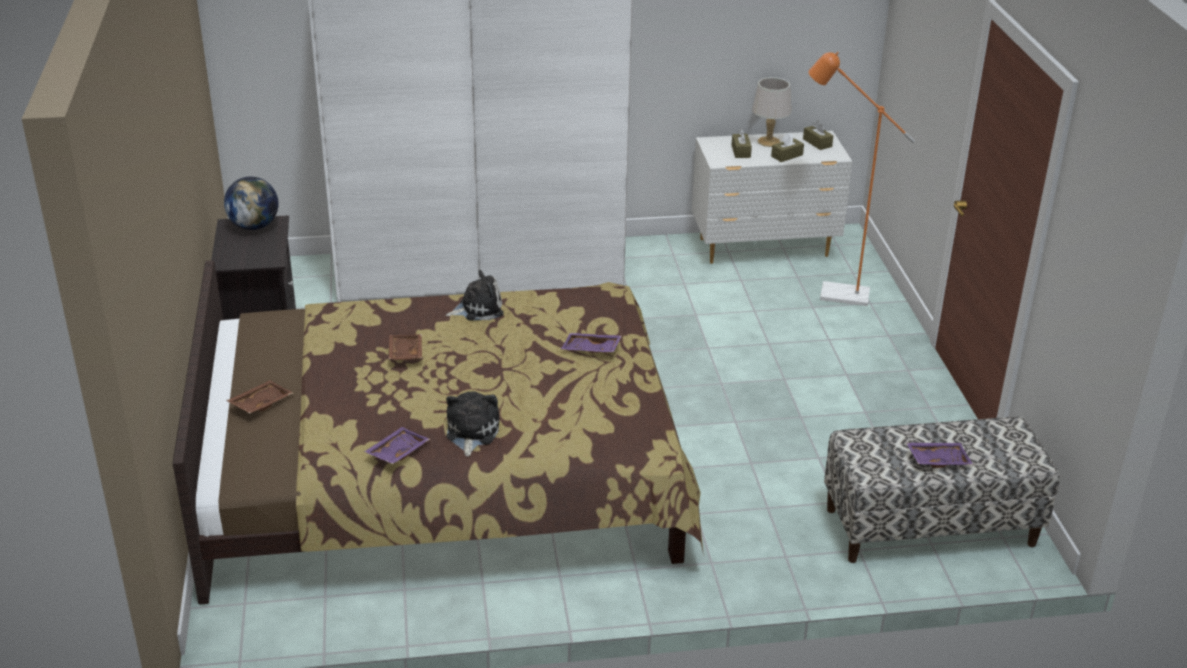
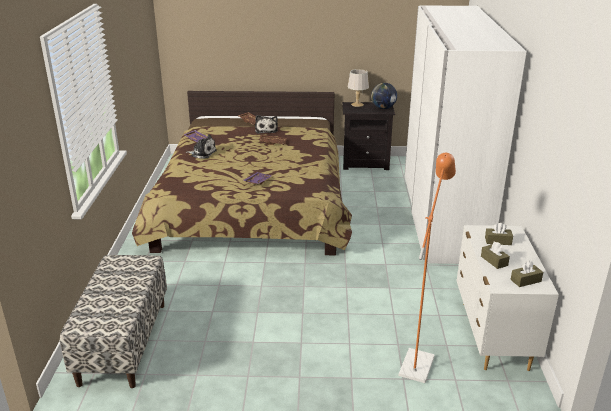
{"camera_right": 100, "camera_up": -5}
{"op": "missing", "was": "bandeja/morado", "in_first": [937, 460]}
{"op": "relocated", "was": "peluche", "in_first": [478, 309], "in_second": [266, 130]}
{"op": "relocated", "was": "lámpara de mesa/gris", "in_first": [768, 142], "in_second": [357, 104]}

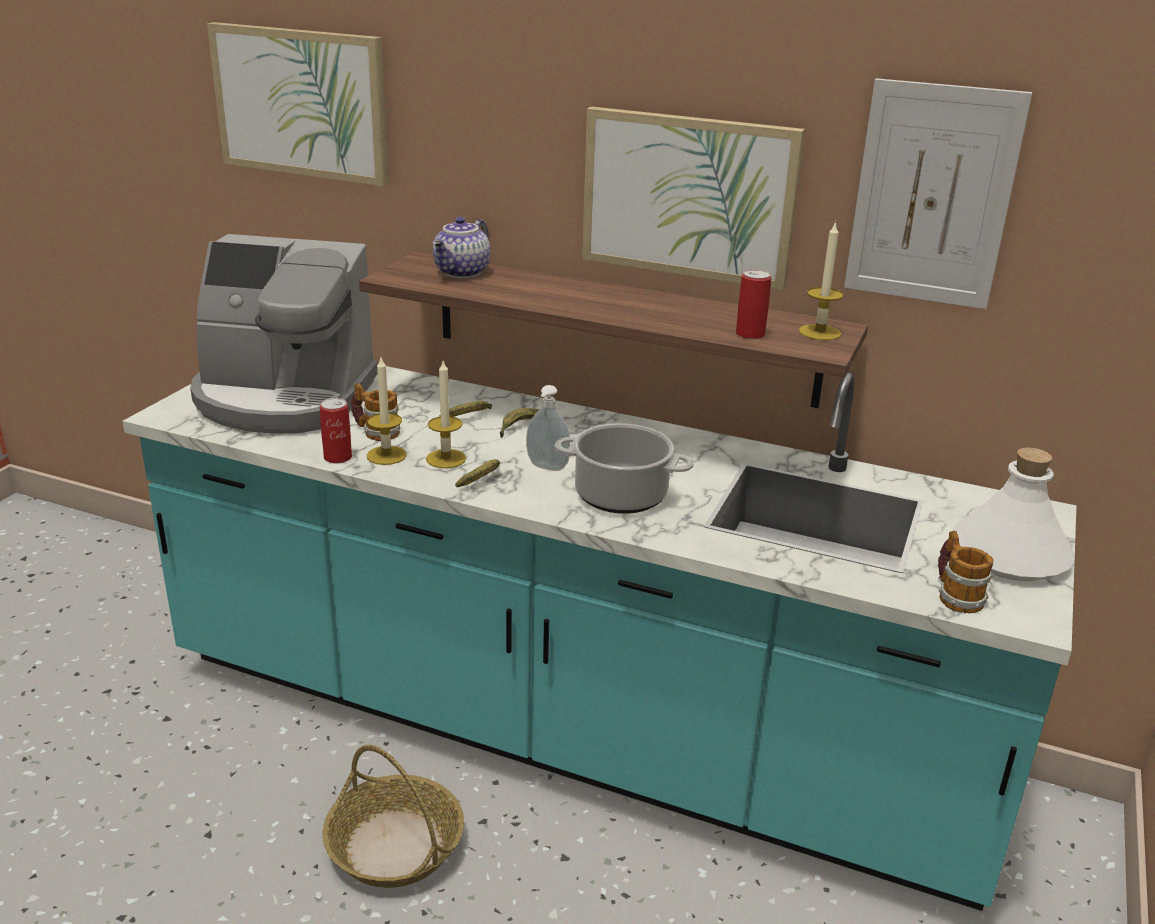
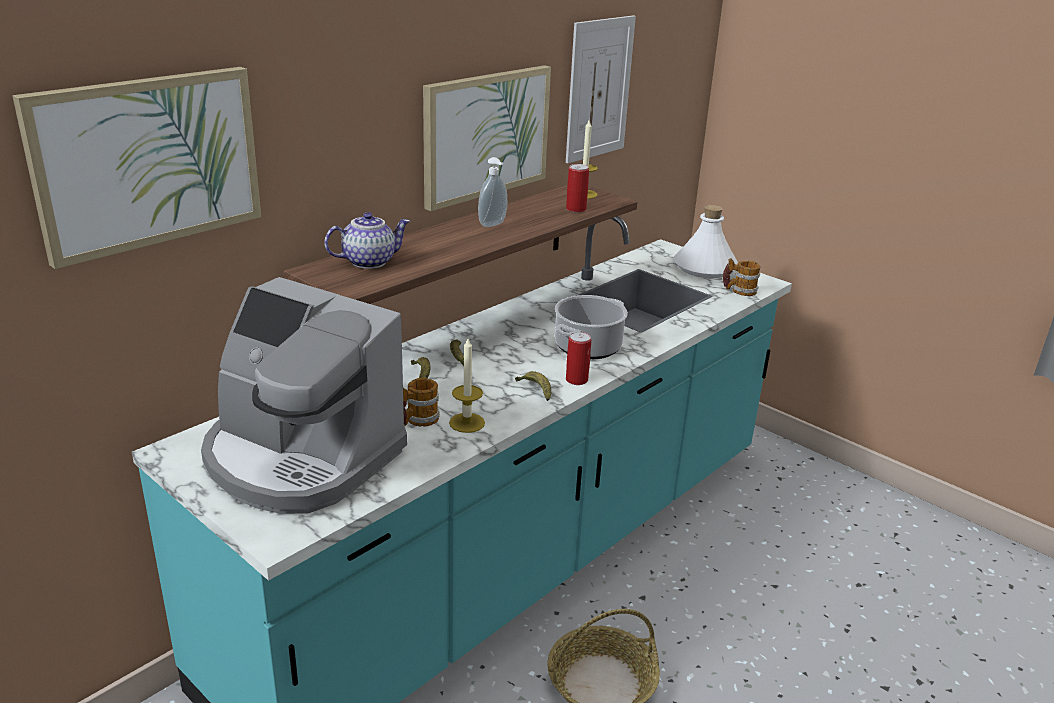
{"camera_right": -70, "camera_up": 0}
{"op": "missing", "was": "vela", "in_first": [446, 459]}
{"op": "relocated", "was": "lata", "in_first": [338, 457], "in_second": [576, 380]}
{"op": "relocated", "was": "dispensador de jabón", "in_first": [546, 468], "in_second": [493, 225]}
{"op": "spun", "was": "cafetera", "in_first": [284, 398], "in_second": [300, 458], "clockwise": 90}
{"op": "spun", "was": "tetera", "in_first": [463, 273], "in_second": [369, 261], "clockwise": -75}

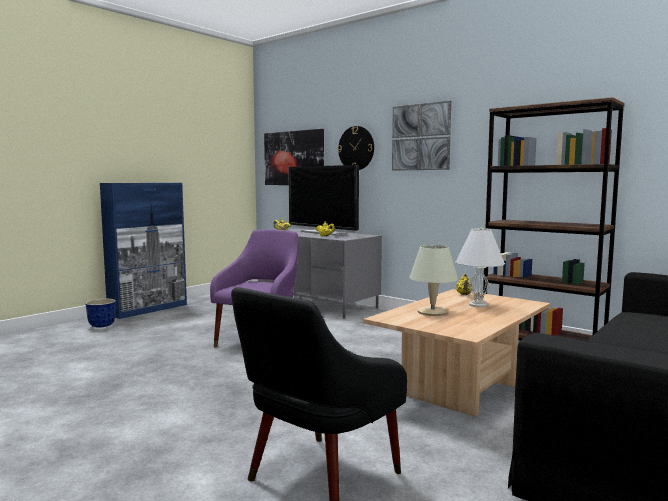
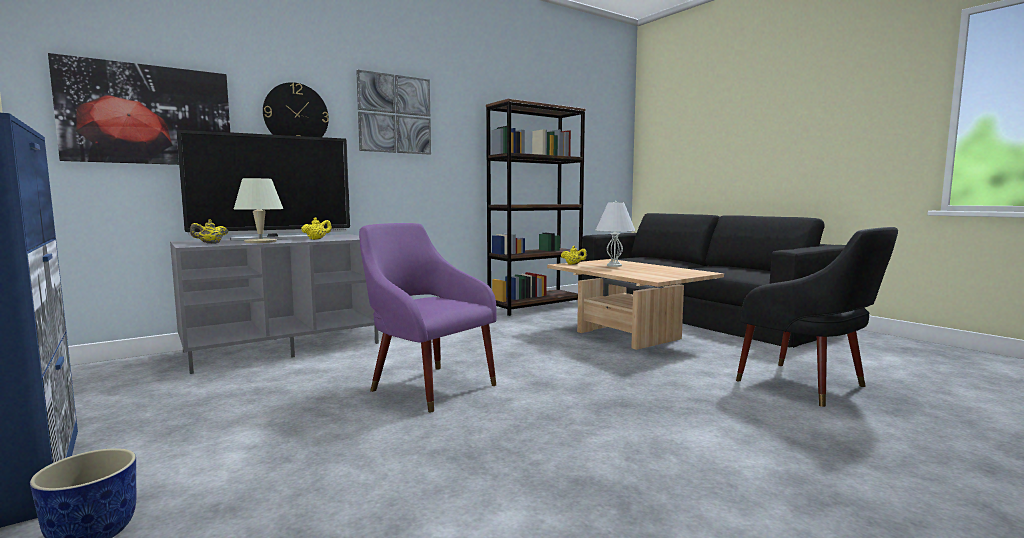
{"camera_right": -75, "camera_up": 0}
{"op": "relocated", "was": "lámpara de mesa/beis", "in_first": [432, 312], "in_second": [260, 242]}

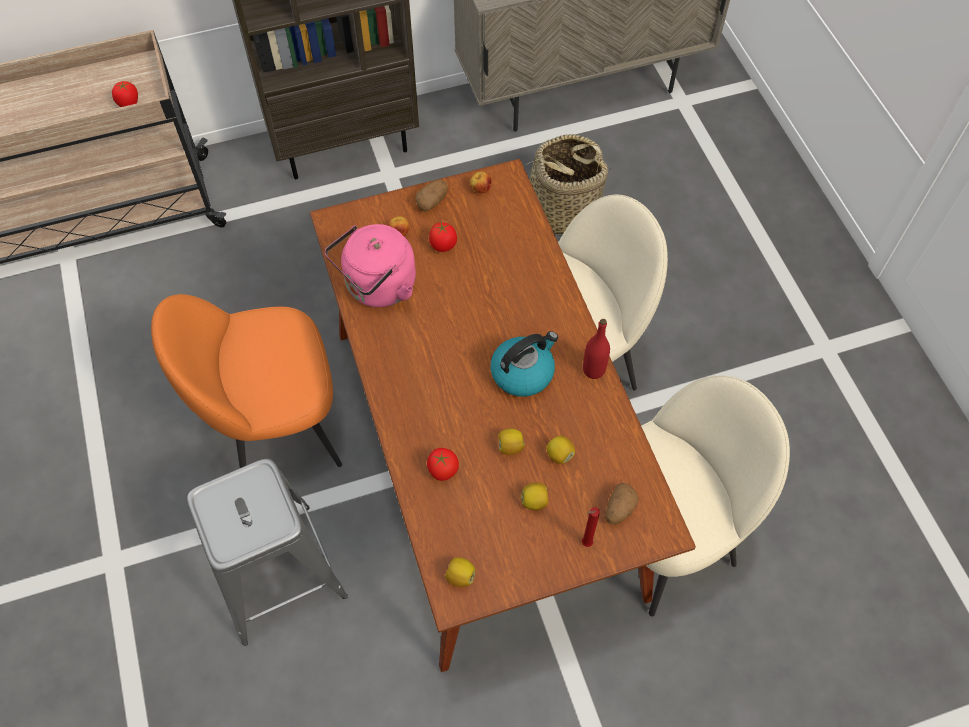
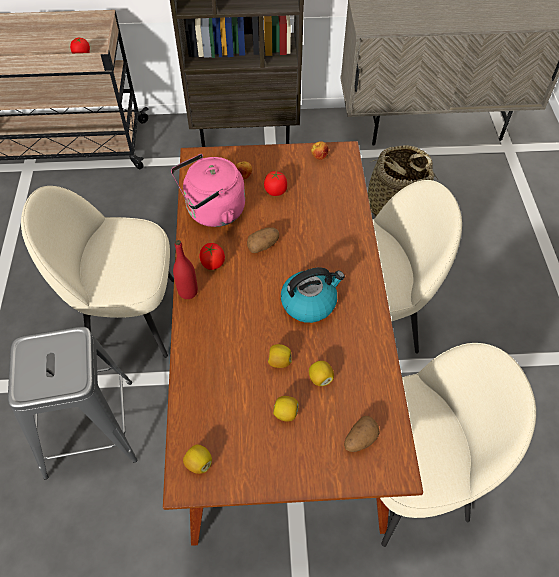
{"camera_right": 15, "camera_up": -5}
{"op": "missing", "was": "vela/rojo", "in_first": [585, 544]}
{"op": "relocated", "was": "patata", "in_first": [432, 202], "in_second": [263, 246]}
{"op": "relocated", "was": "tomate", "in_first": [442, 470], "in_second": [212, 263]}
{"op": "relocated", "was": "botella/rojo", "in_first": [594, 370], "in_second": [188, 292]}
{"op": "colour", "was": "silla/naranja", "now": "silla/beis", "in_first": [277, 427], "in_second": [129, 317]}

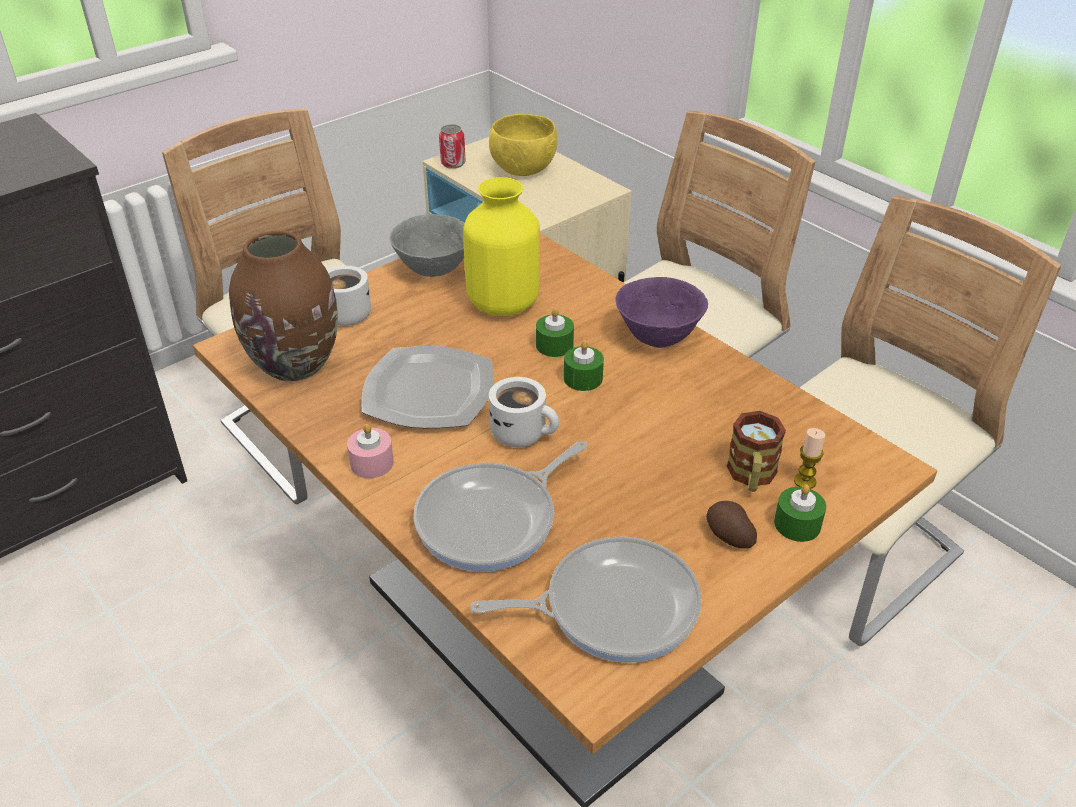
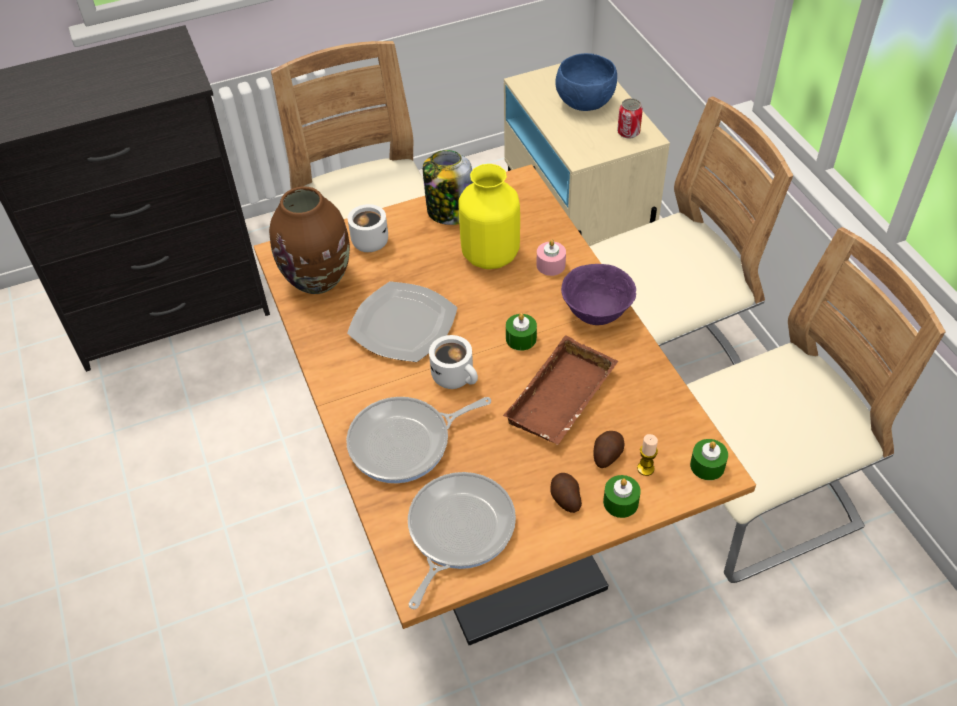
{"camera_right": 20, "camera_up": 10}
{"op": "appeared", "now": "bandeja/marrón", "in_second": [563, 400]}
{"op": "relocated", "was": "vela/rosa", "in_first": [372, 463], "in_second": [550, 265]}
{"op": "relocated", "was": "lata", "in_first": [453, 163], "in_second": [628, 132]}
{"op": "relocated", "was": "vela/verde", "in_first": [554, 345], "in_second": [707, 466]}
{"op": "exchanged", "was": "cuenco/gris", "now": "tarro", "in_first": [434, 270], "in_second": [450, 212]}
{"op": "exchanged", "was": "taza grande", "now": "patata", "in_first": [751, 477], "in_second": [607, 455]}
{"op": "colour", "was": "cuenco/amarillo", "now": "cuenco/azul", "in_first": [522, 170], "in_second": [584, 103]}
{"op": "spun", "was": "sartén", "in_first": [612, 606], "in_second": [457, 531], "clockwise": -75}

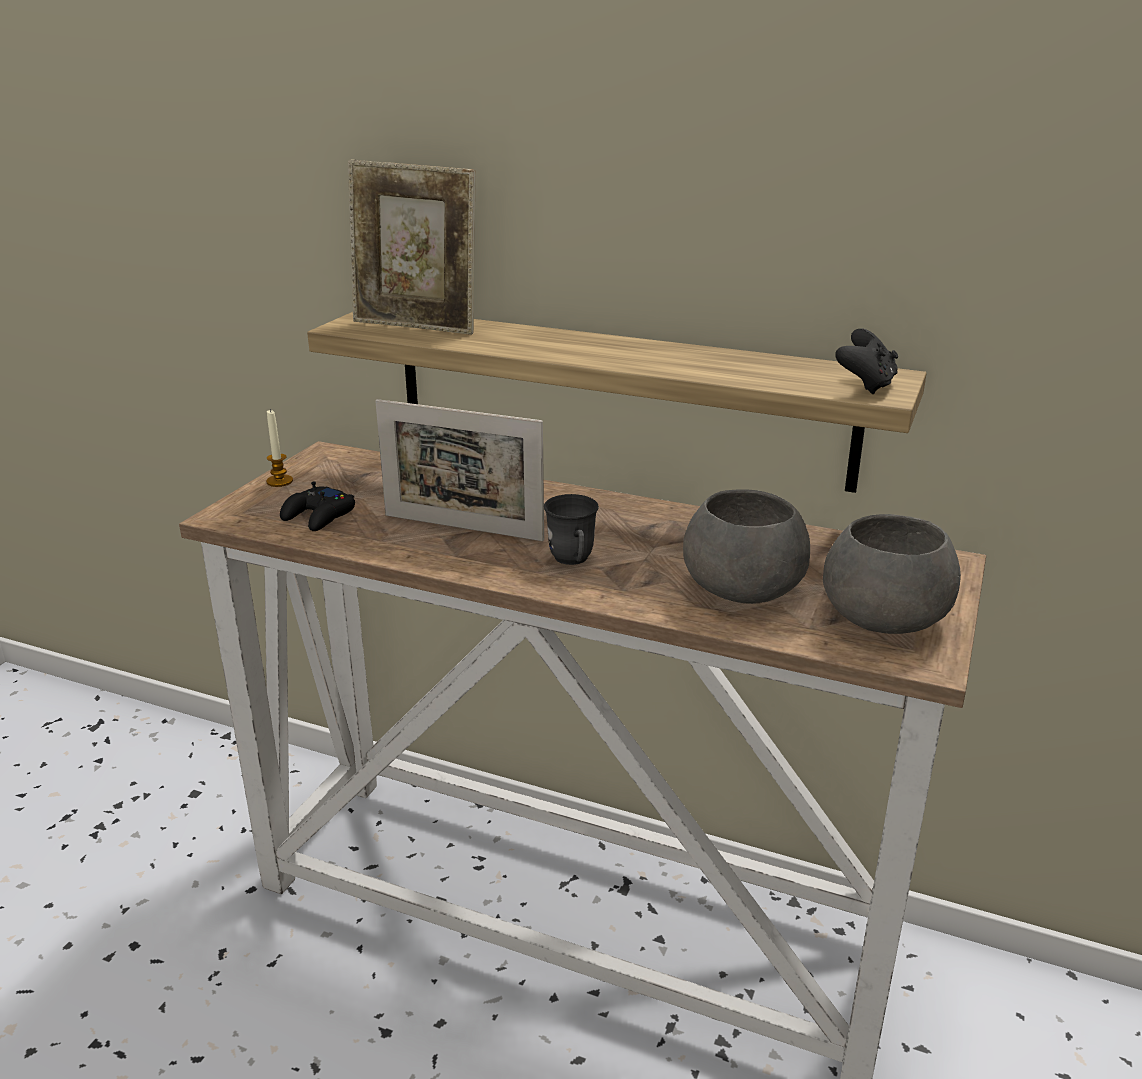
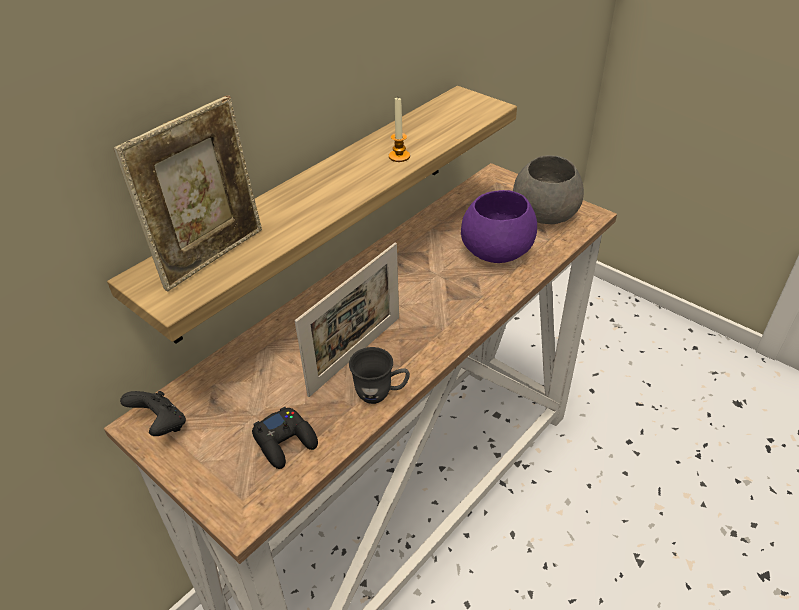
{"camera_right": -70, "camera_up": 15}
{"op": "relocated", "was": "vela", "in_first": [279, 481], "in_second": [399, 156]}
{"op": "relocated", "was": "taza grande/gris", "in_first": [573, 561], "in_second": [381, 394]}
{"op": "relocated", "was": "mando de consola/negro", "in_first": [865, 385], "in_second": [161, 425]}
{"op": "colour", "was": "cuenco/gris", "now": "cuenco/morado", "in_first": [745, 588], "in_second": [498, 249]}

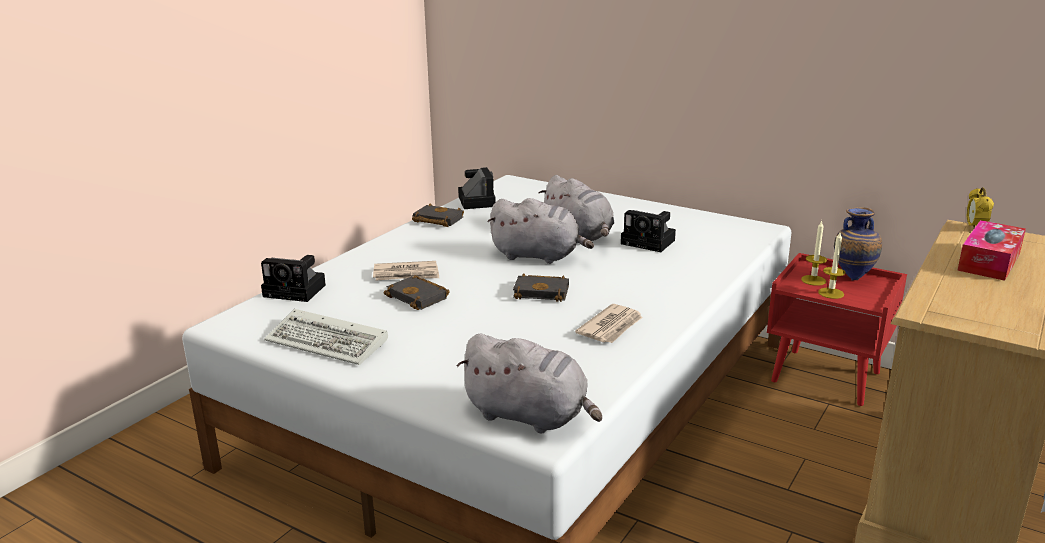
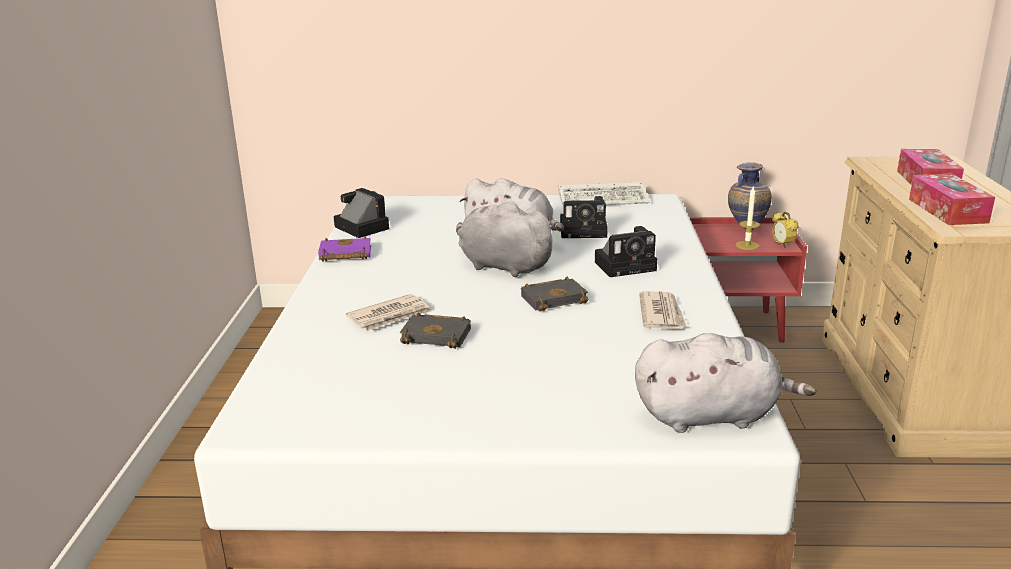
{"camera_right": -30, "camera_up": 0}
{"op": "missing", "was": "vela", "in_first": [813, 280]}
{"op": "appeared", "now": "caja de pañuelos", "in_second": [947, 211]}
{"op": "relocated", "was": "cámara", "in_first": [297, 291], "in_second": [627, 266]}
{"op": "relocated", "was": "teclado", "in_first": [330, 342], "in_second": [605, 199]}
{"op": "relocated", "was": "despertador", "in_first": [975, 228], "in_second": [782, 245]}
{"op": "colour", "was": "libro/negro", "now": "libro/morado", "in_first": [436, 220], "in_second": [344, 255]}
{"op": "spun", "was": "peluche/gris", "in_first": [539, 256], "in_second": [502, 266], "clockwise": -135}

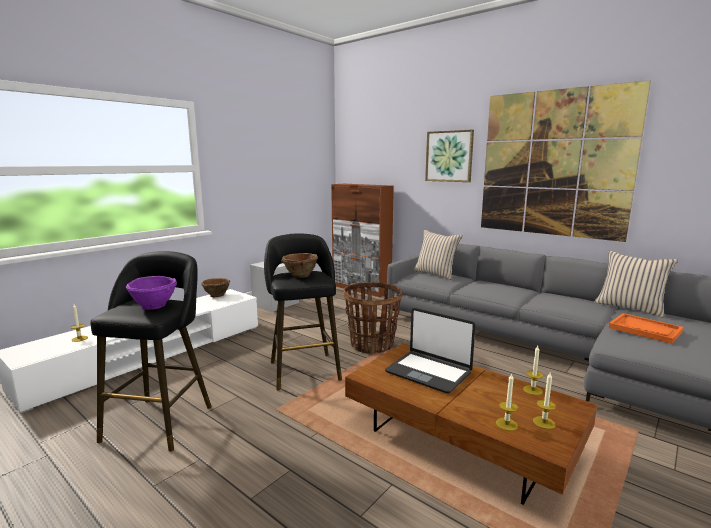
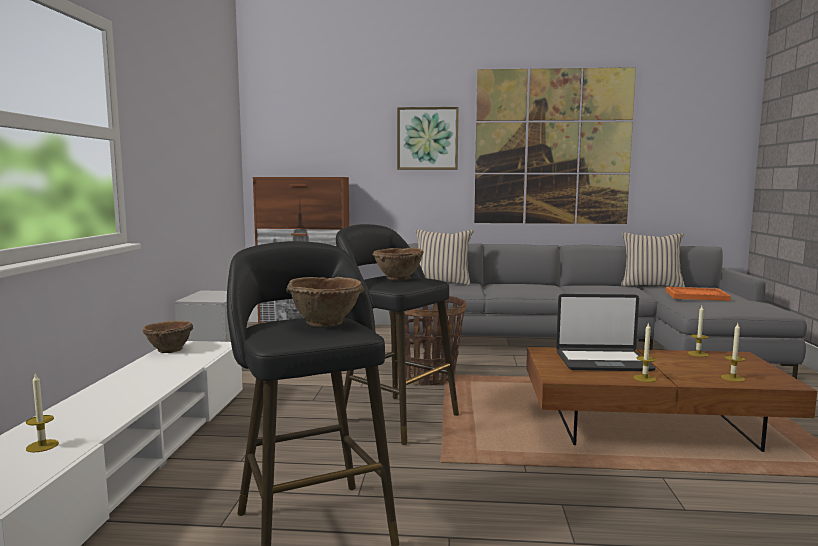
{"camera_right": -35, "camera_up": -5}
{"op": "relocated", "was": "vela", "in_first": [544, 422], "in_second": [644, 378]}
{"op": "colour", "was": "cuenco/morado", "now": "cuenco/marrón", "in_first": [155, 306], "in_second": [326, 322]}

